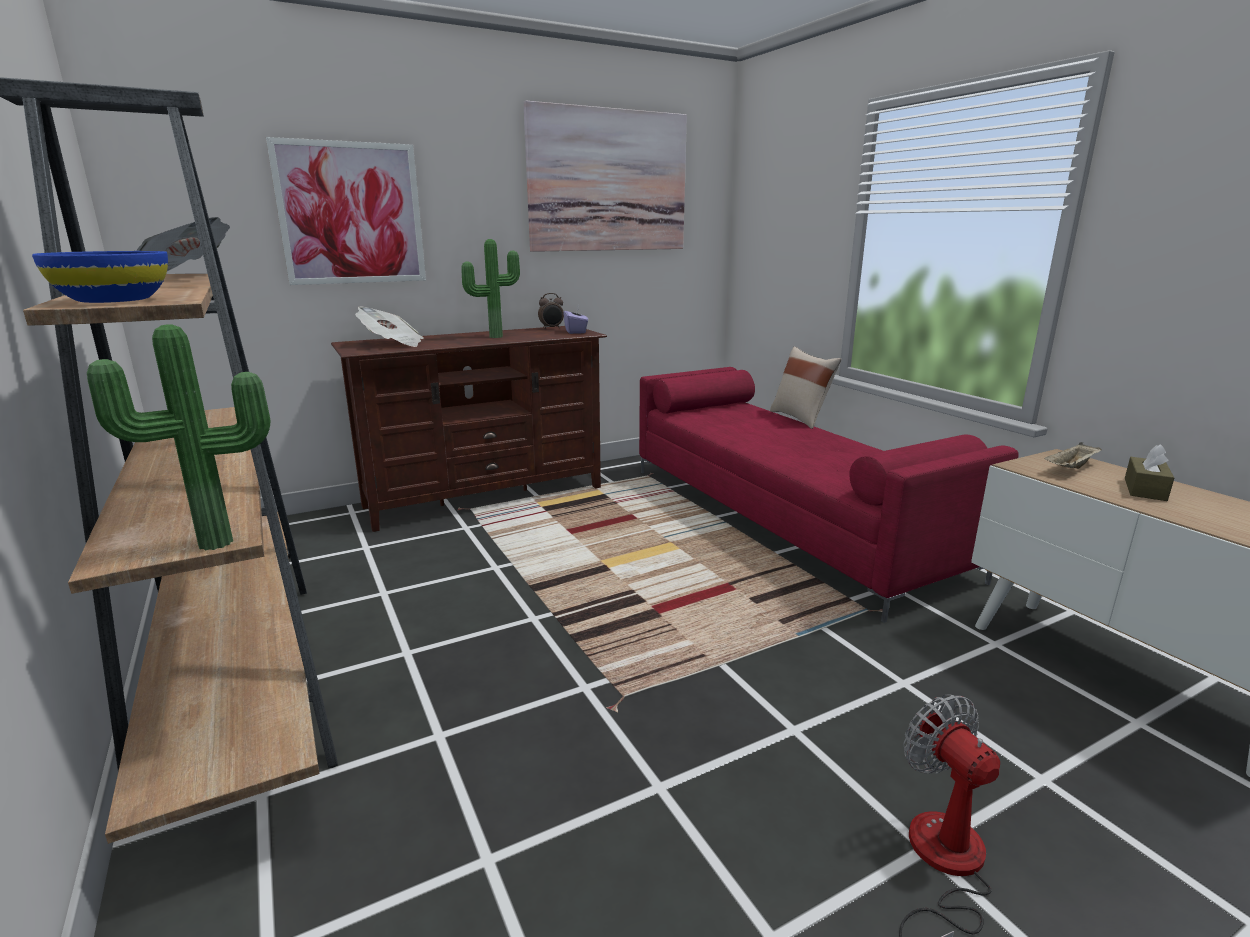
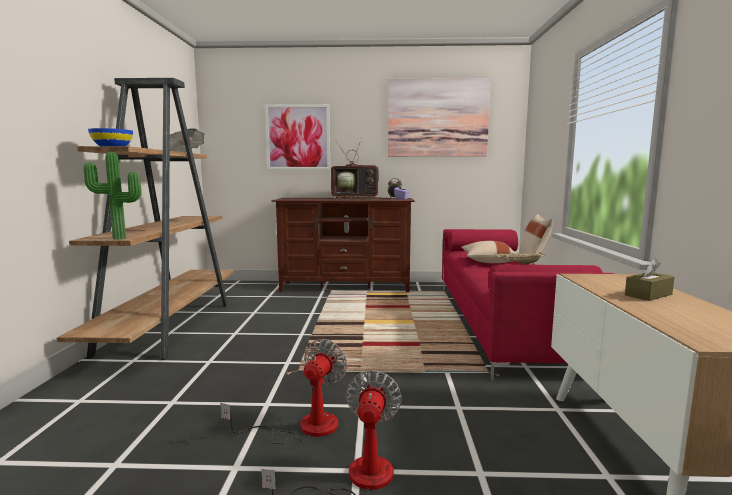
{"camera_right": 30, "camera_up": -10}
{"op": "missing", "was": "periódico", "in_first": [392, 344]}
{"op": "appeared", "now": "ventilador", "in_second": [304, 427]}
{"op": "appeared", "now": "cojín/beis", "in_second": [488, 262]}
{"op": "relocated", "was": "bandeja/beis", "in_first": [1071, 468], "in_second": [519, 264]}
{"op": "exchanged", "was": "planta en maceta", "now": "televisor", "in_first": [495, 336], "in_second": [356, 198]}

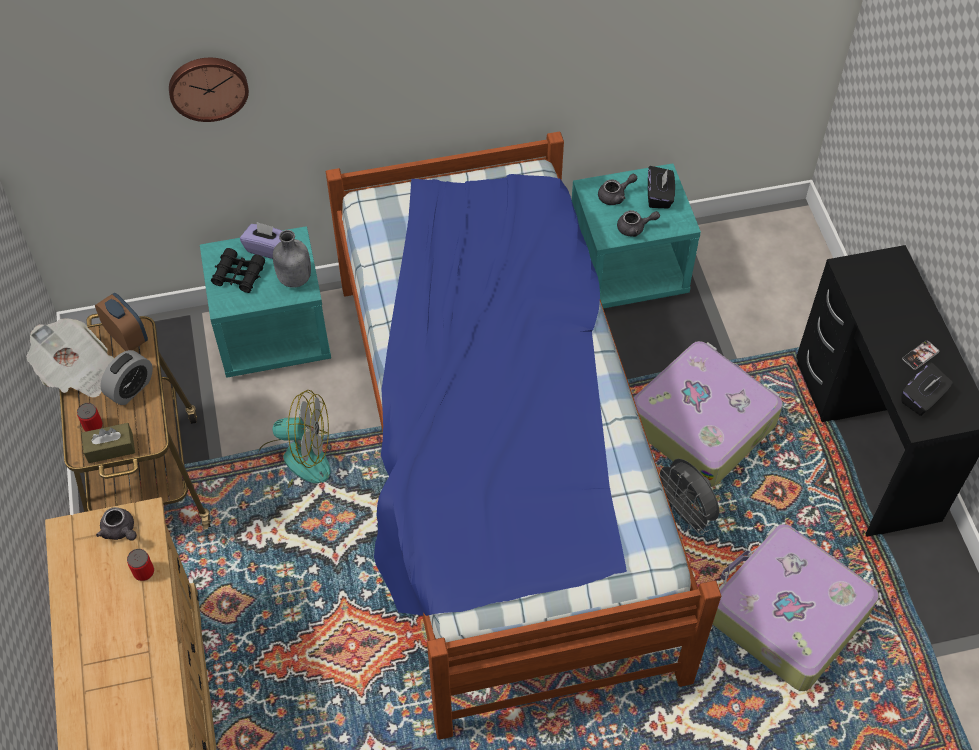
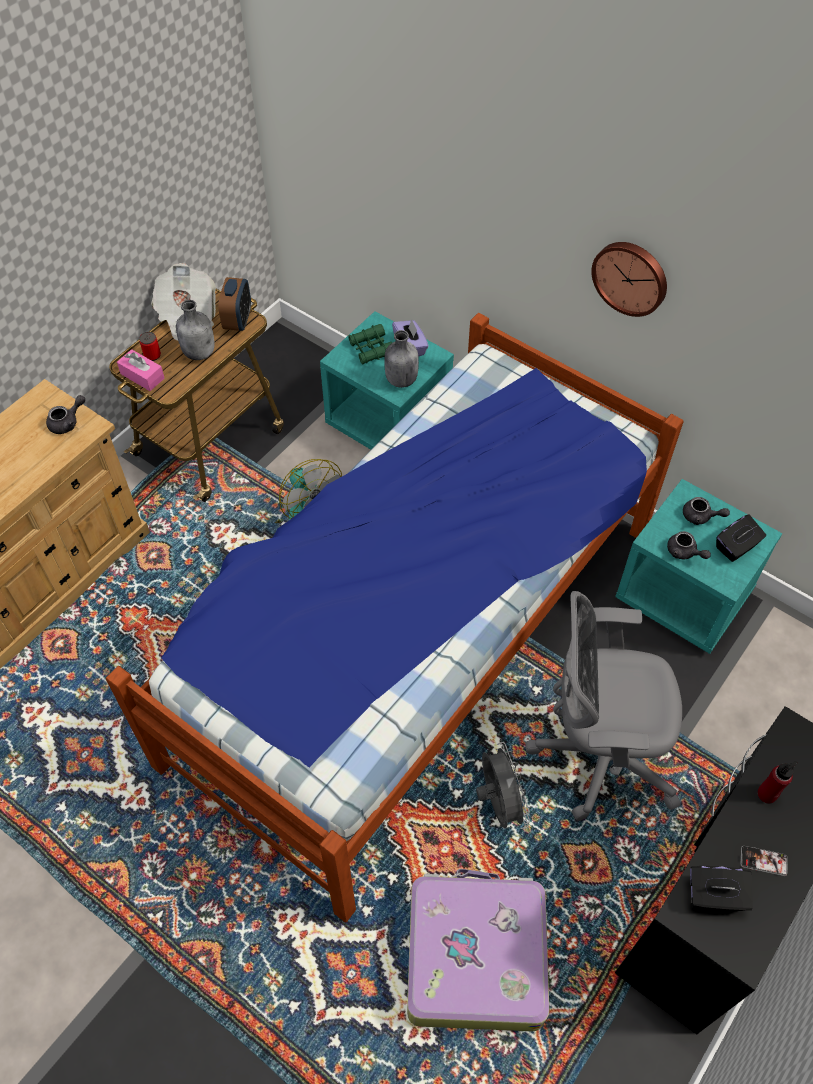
{"camera_right": 50, "camera_up": 0}
{"op": "missing", "was": "lata", "in_first": [144, 572]}
{"op": "appeared", "now": "botella/rojo", "in_second": [767, 794]}
{"op": "relocated", "was": "reloj de pared", "in_first": [208, 86], "in_second": [631, 277]}
{"op": "exchanged", "was": "despertador", "now": "botella/gris", "in_first": [131, 389], "in_second": [200, 352]}
{"op": "exchanged", "was": "maleta", "now": "silla de oficina/gris", "in_first": [702, 422], "in_second": [597, 754]}
{"op": "colour", "was": "caja de pañuelos/marrón", "now": "caja de pañuelos/rosa", "in_first": [110, 448], "in_second": [142, 376]}
{"op": "colour", "was": "prismáticos/negro", "now": "prismáticos/verde", "in_first": [239, 275], "in_second": [371, 349]}
{"op": "spun", "was": "tetera/gris", "in_first": [120, 531], "in_second": [67, 422], "clockwise": -135}
{"op": "spun", "was": "ventilador/gris", "in_first": [685, 513], "in_second": [498, 803], "clockwise": 150}

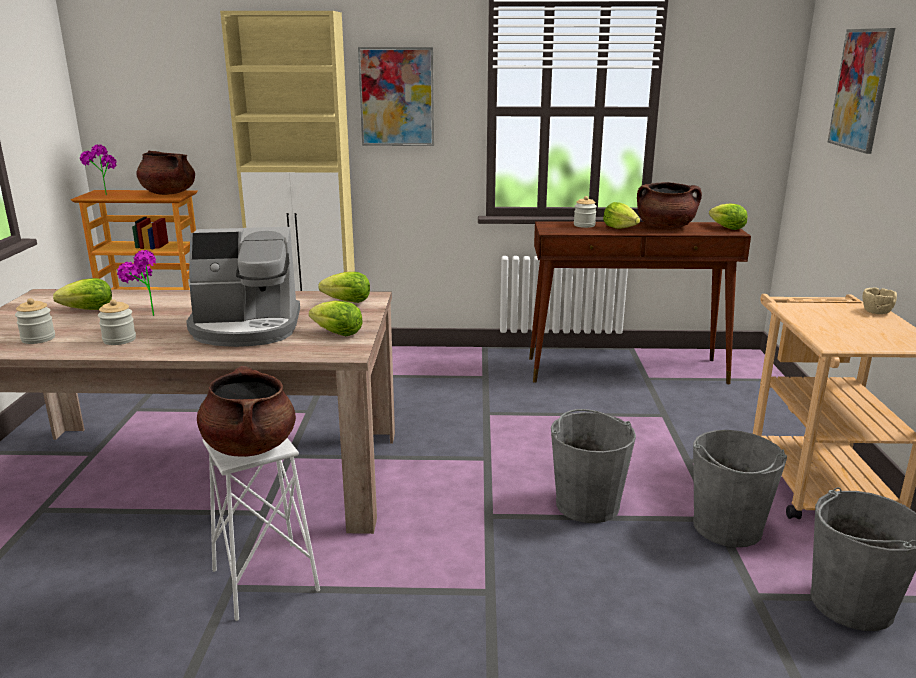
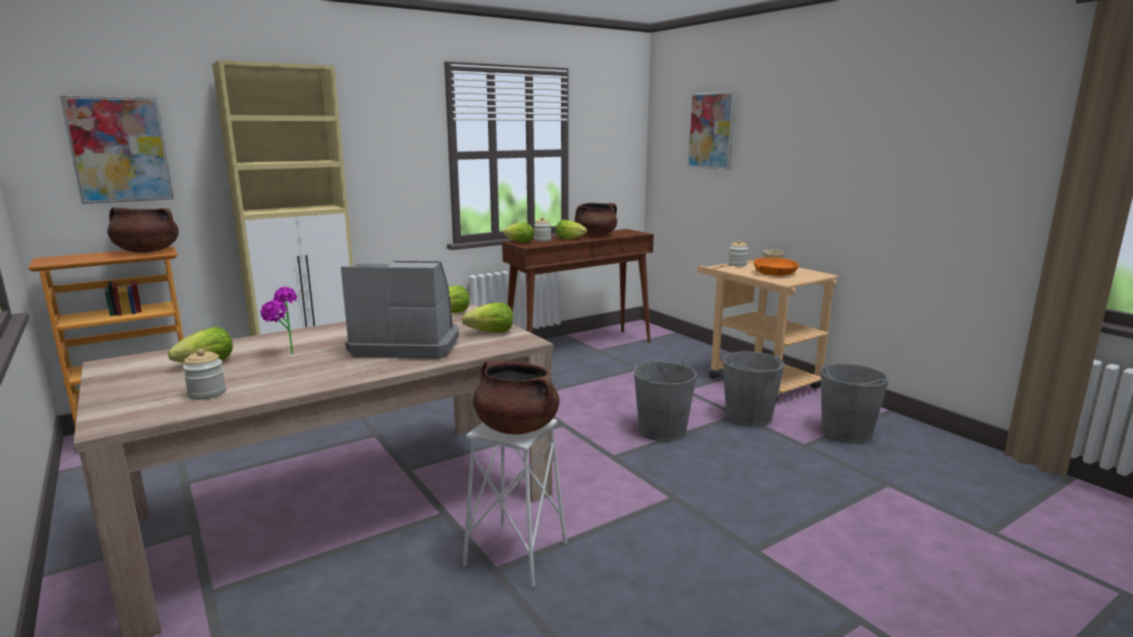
{"camera_right": -35, "camera_up": -5}
{"op": "missing", "was": "planta en maceta", "in_first": [103, 194]}
{"op": "appeared", "now": "cuenco/naranja", "in_second": [774, 273]}
{"op": "relocated", "was": "tarro", "in_first": [119, 340], "in_second": [737, 264]}
{"op": "relocated", "was": "cuadro", "in_first": [397, 97], "in_second": [119, 150]}
{"op": "relocated", "was": "lechuga", "in_first": [727, 228], "in_second": [520, 242]}
{"op": "spun", "was": "cafetera", "in_first": [246, 328], "in_second": [406, 344], "clockwise": -135}

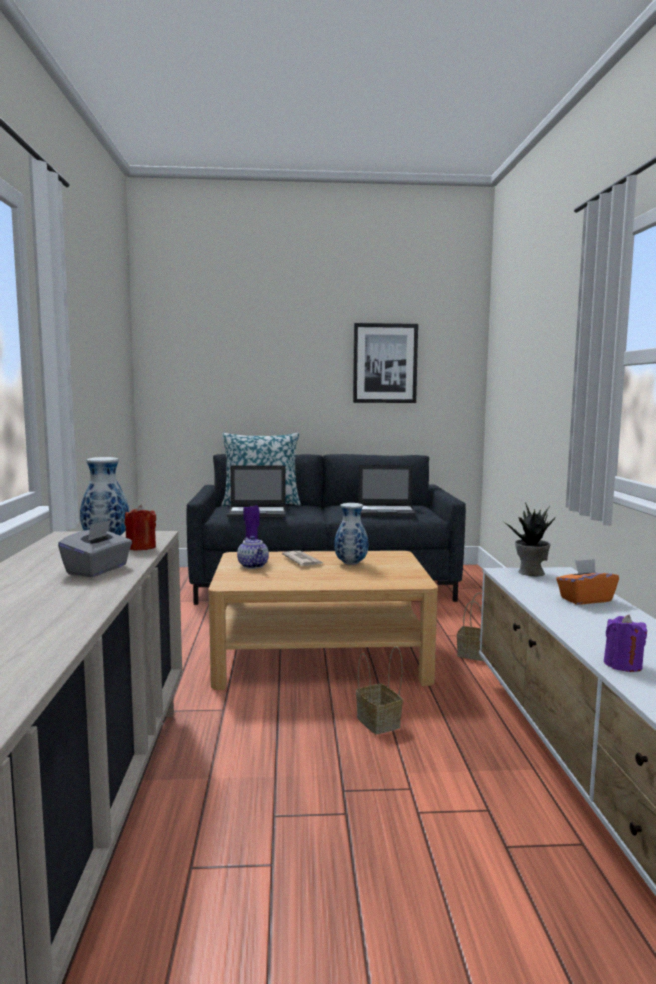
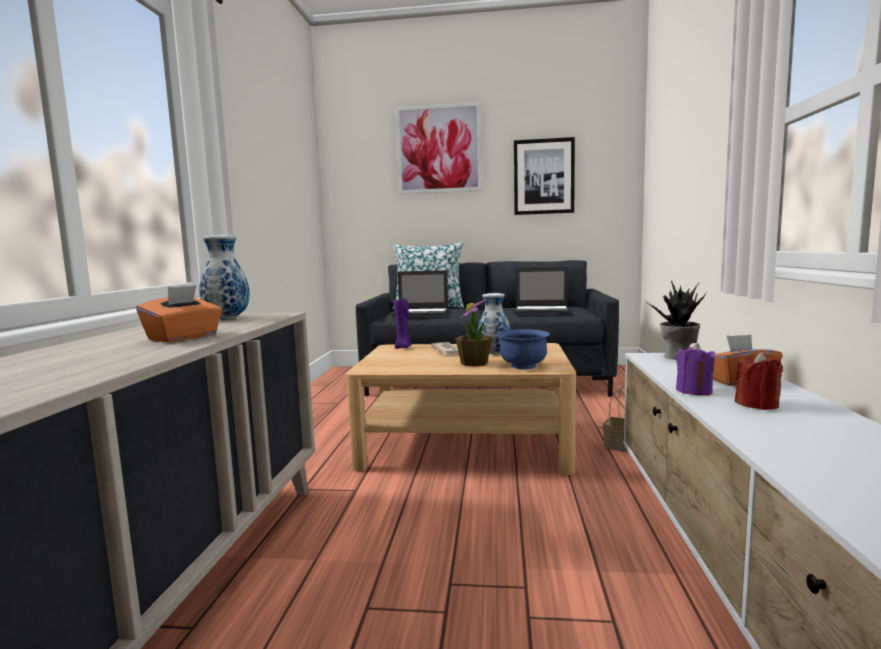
{"camera_right": 10, "camera_up": 0}
{"op": "missing", "was": "tetera", "in_first": [254, 566]}
{"op": "missing", "was": "cesta", "in_first": [379, 723]}
{"op": "appeared", "now": "cuadro", "in_second": [439, 149]}
{"op": "appeared", "now": "planta en maceta", "in_second": [474, 363]}
{"op": "appeared", "now": "cuenco/azul", "in_second": [523, 366]}
{"op": "relocated", "was": "vela/rojo", "in_first": [141, 547], "in_second": [757, 404]}
{"op": "relocated", "was": "vela/morado", "in_first": [623, 665], "in_second": [694, 391]}
{"op": "colour", "was": "caja de pañuelos/gris", "now": "caja de pañuelos/naranja", "in_first": [98, 570], "in_second": [184, 337]}

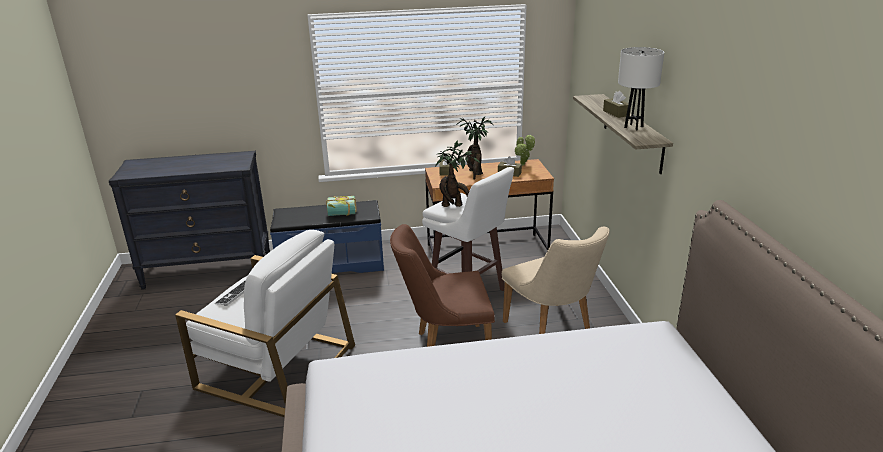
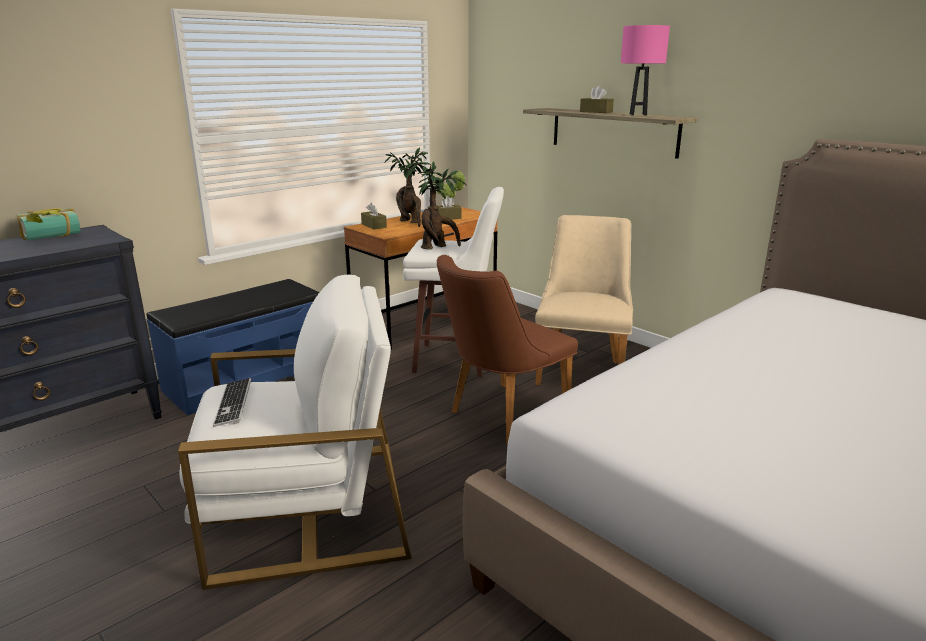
{"camera_right": -35, "camera_up": -5}
{"op": "relocated", "was": "libro", "in_first": [341, 214], "in_second": [53, 238]}
{"op": "colour", "was": "lámpara de mesa/blanco", "now": "lámpara de mesa/rosa", "in_first": [633, 127], "in_second": [638, 115]}
{"op": "spun", "was": "silla/beis", "in_first": [552, 331], "in_second": [582, 368], "clockwise": -105}

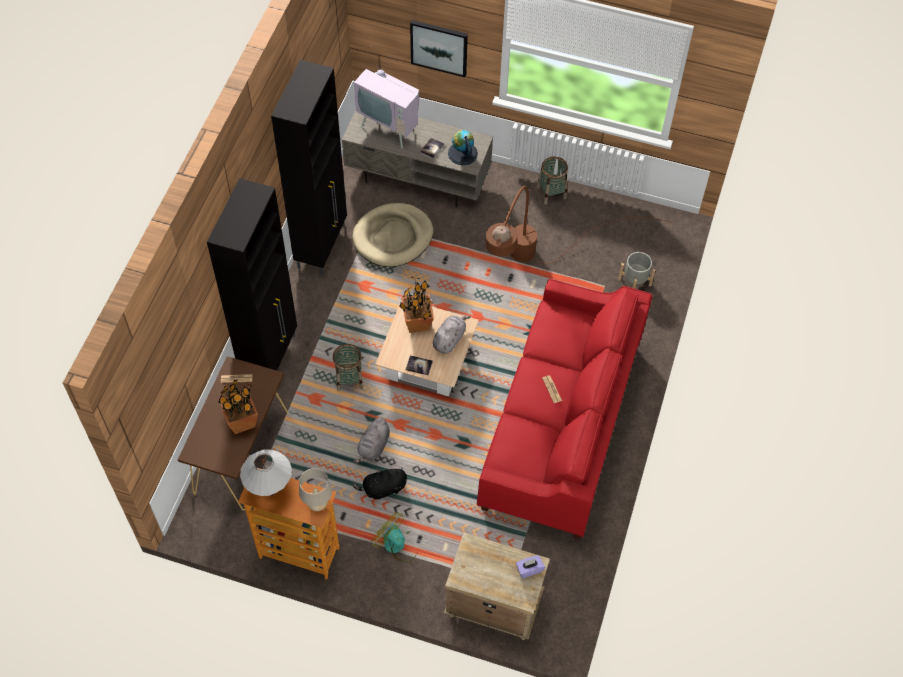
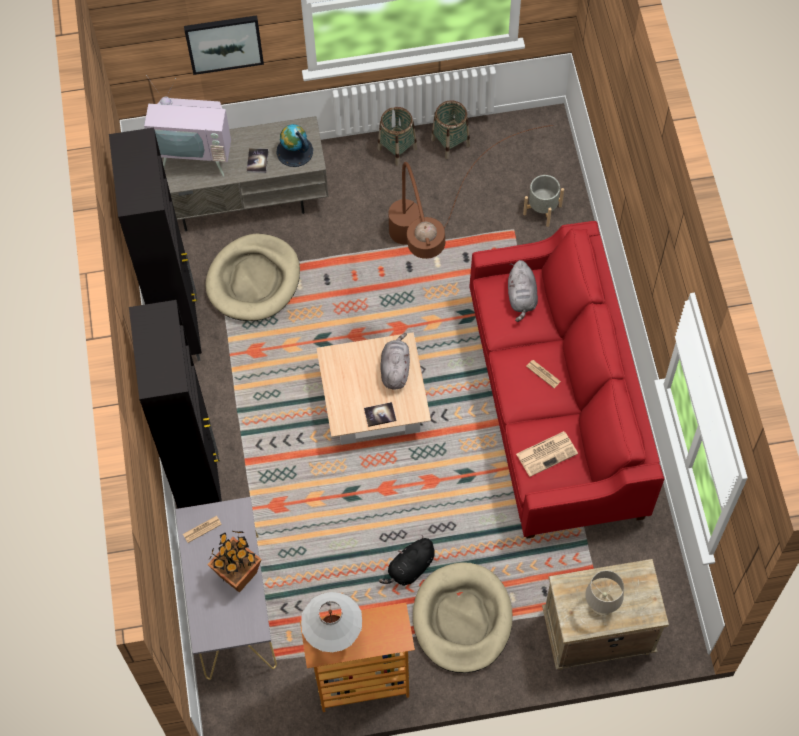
{"camera_right": -25, "camera_up": 5}
{"op": "missing", "was": "planta en maceta", "in_first": [417, 323]}
{"op": "missing", "was": "caja de pañuelos/morado", "in_first": [529, 569]}
{"op": "appeared", "now": "periódico", "in_second": [547, 453]}
{"op": "relocated", "was": "lámpara de mesa/beis", "in_first": [317, 504], "in_second": [601, 606]}
{"op": "relocated", "was": "cesta", "in_first": [349, 379], "in_second": [450, 142]}
{"op": "relocated", "was": "peluche/gris", "in_first": [373, 447], "in_second": [521, 297]}
{"op": "exchanged", "was": "ventilador", "now": "cama para perro/beis", "in_first": [399, 544], "in_second": [462, 619]}
{"op": "colour", "was": "mesa consola/marrón", "now": "mesa consola/gris", "in_first": [241, 452], "in_second": [232, 605]}

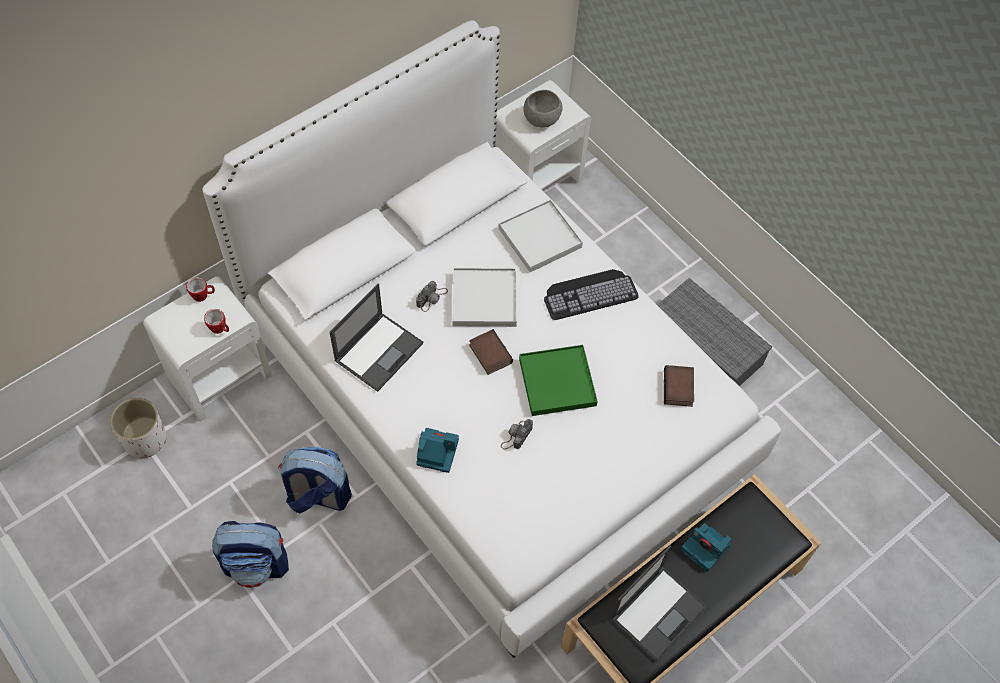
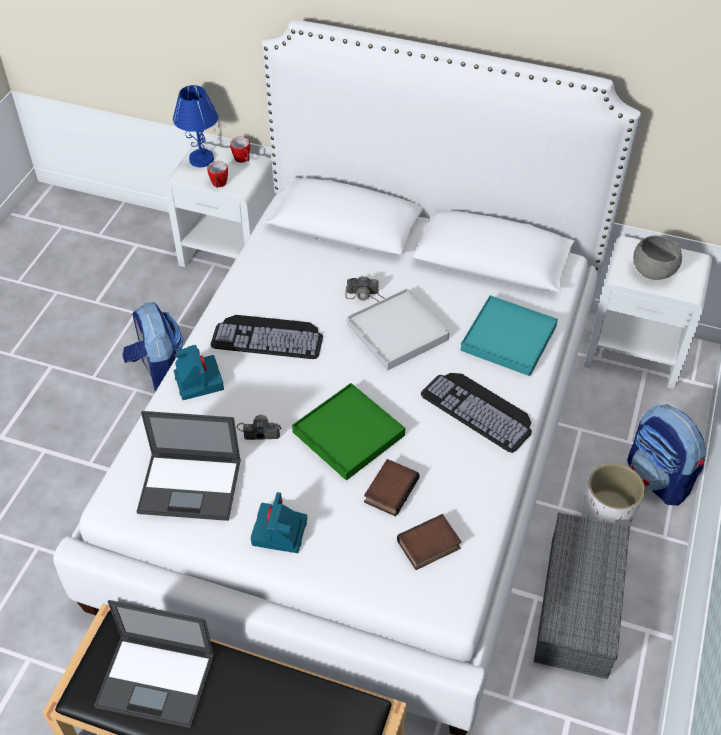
{"camera_right": 60, "camera_up": -10}
{"op": "appeared", "now": "lámpara de mesa/azul", "in_second": [201, 159]}
{"op": "appeared", "now": "teclado", "in_second": [269, 336]}
{"op": "relocated", "was": "maceta/blanco", "in_first": [145, 439], "in_second": [606, 517]}
{"op": "relocated", "was": "mochila", "in_first": [257, 564], "in_second": [658, 479]}
{"op": "relocated", "was": "portátil", "in_first": [379, 351], "in_second": [191, 486]}
{"op": "relocated", "was": "libro", "in_first": [489, 354], "in_second": [390, 489]}
{"op": "relocated", "was": "cámara", "in_first": [706, 548], "in_second": [280, 532]}
{"op": "colour", "was": "bandeja/blanco", "now": "bandeja/turquesa", "in_first": [540, 238], "in_second": [508, 338]}

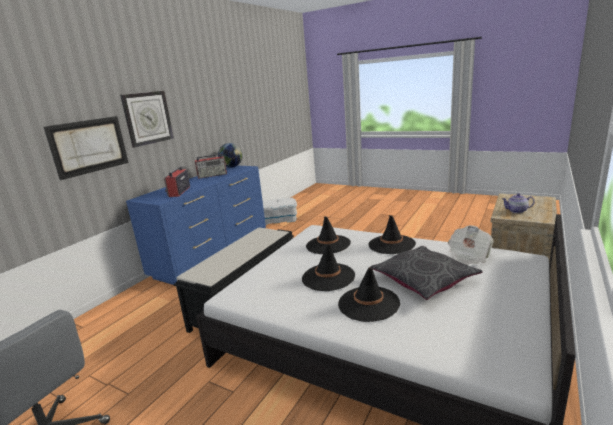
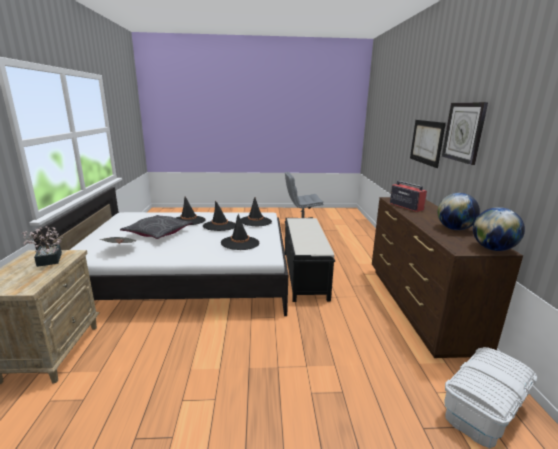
{"camera_right": 145, "camera_up": 0}
{"op": "relocated", "was": "sombrero/negro", "in_first": [391, 244], "in_second": [255, 221]}
{"op": "exchanged", "was": "radio", "now": "globo terráqueo", "in_first": [212, 175], "in_second": [454, 229]}
{"op": "exchanged", "was": "tetera", "now": "planta en maceta", "in_first": [517, 211], "in_second": [48, 261]}
{"op": "colour", "was": "cómoda/azul", "now": "cómoda/marrón", "in_first": [213, 253], "in_second": [418, 306]}

